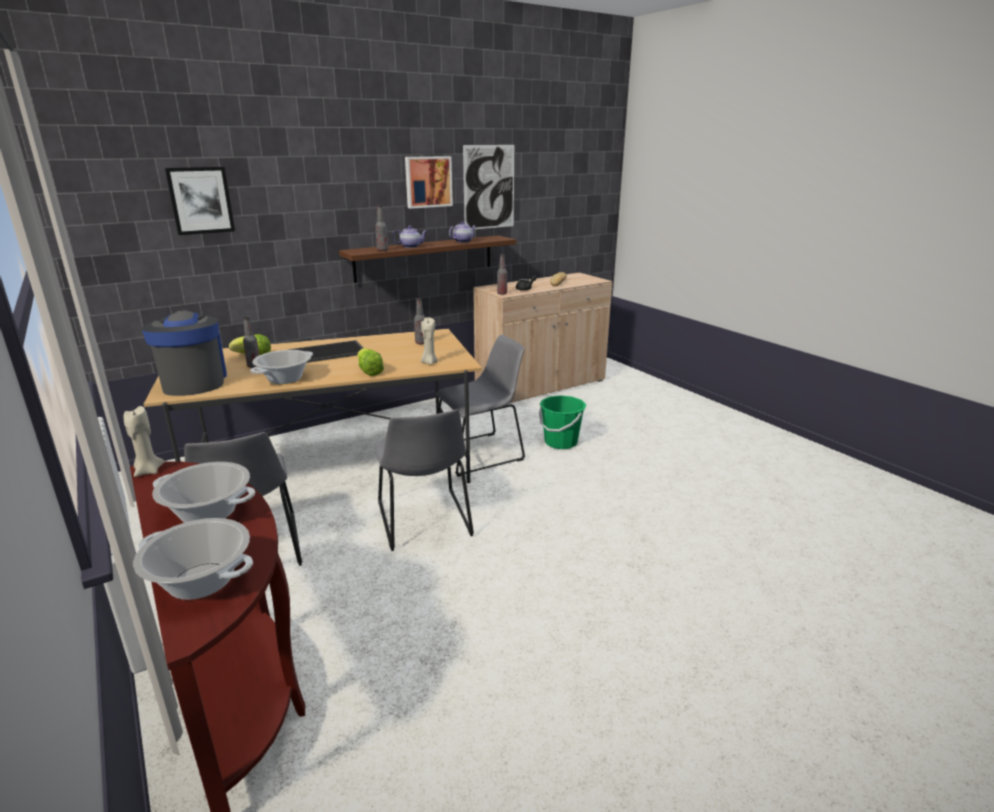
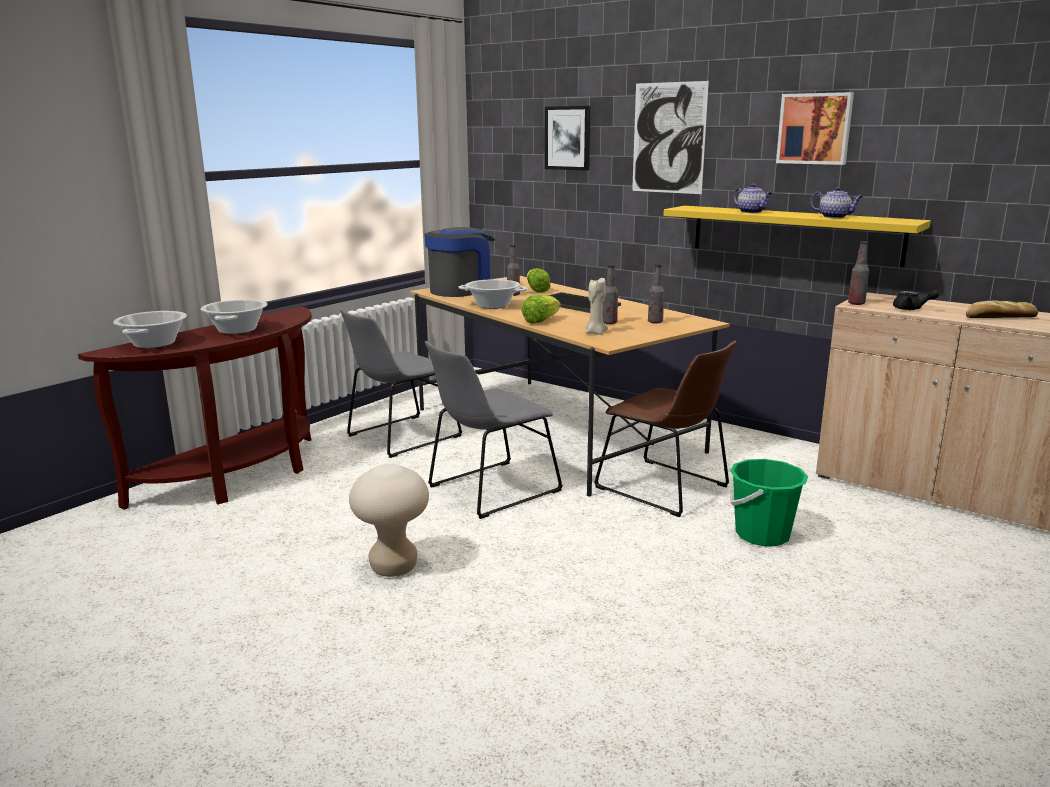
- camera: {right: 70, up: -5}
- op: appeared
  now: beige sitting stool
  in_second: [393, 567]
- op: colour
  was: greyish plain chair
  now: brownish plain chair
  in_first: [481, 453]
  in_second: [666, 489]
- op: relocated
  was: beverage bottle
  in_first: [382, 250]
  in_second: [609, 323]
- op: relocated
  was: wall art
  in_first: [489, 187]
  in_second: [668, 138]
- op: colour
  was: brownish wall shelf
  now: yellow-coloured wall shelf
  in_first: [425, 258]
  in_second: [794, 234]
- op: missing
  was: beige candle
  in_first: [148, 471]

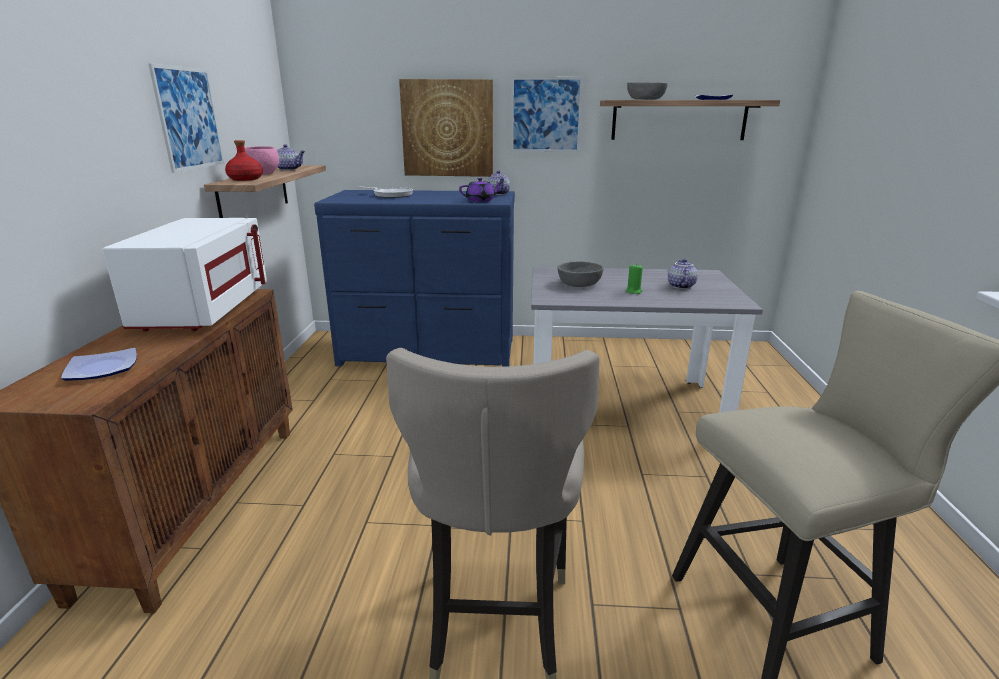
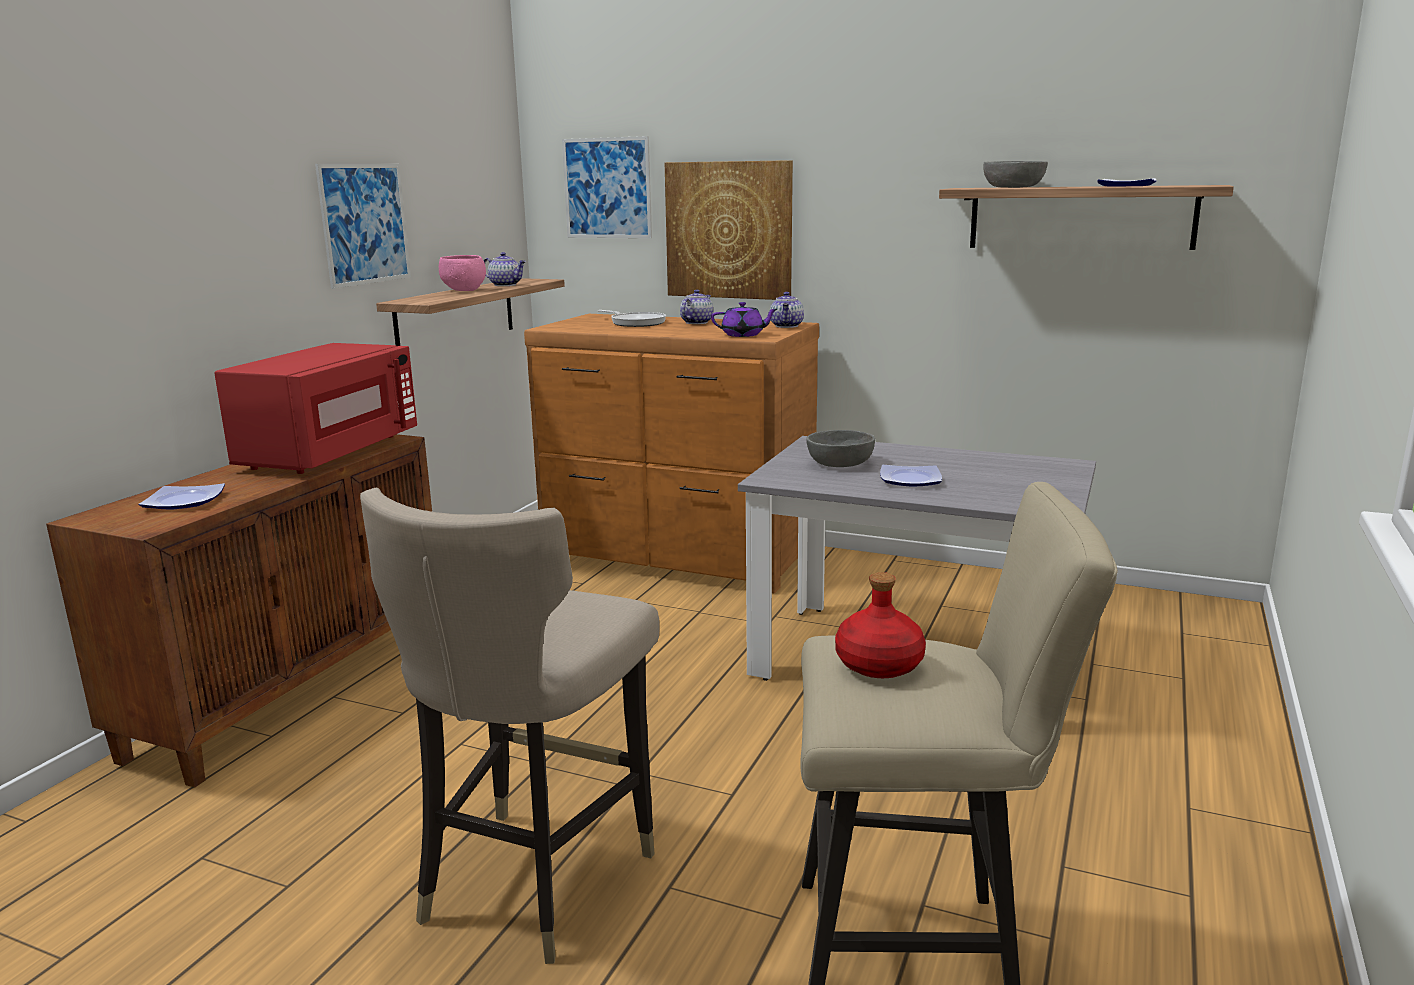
- camera: {right: 20, up: -5}
- op: colour
  was: white kitchen microwave
  now: red-coloured kitchen microwave
  in_first: [204, 310]
  in_second: [329, 453]
- op: colour
  was: blue drawer chest
  now: brownish drawer chest
  in_first: [428, 352]
  in_second: [677, 556]
- op: relocated
  was: wall art
  in_first: [546, 115]
  in_second: [607, 188]
- op: relocated
  was: tea pot
  in_first: [680, 286]
  in_second: [696, 322]
- op: relocated
  was: red-coloured beverage bottle
  in_first: [246, 179]
  in_second: [880, 664]
- op: exchanged
  was: green-coloured candle
  now: dinner plate
  in_first: [634, 291]
  in_second: [909, 479]

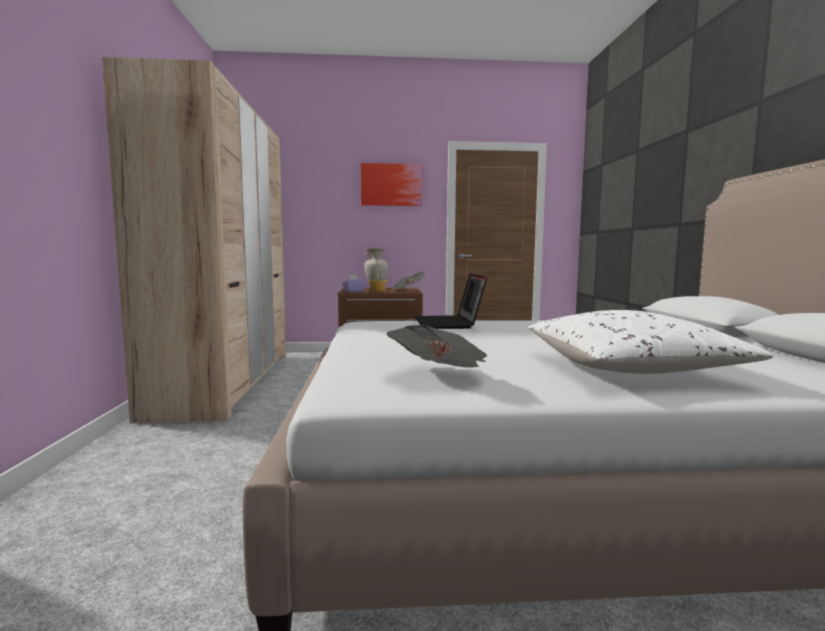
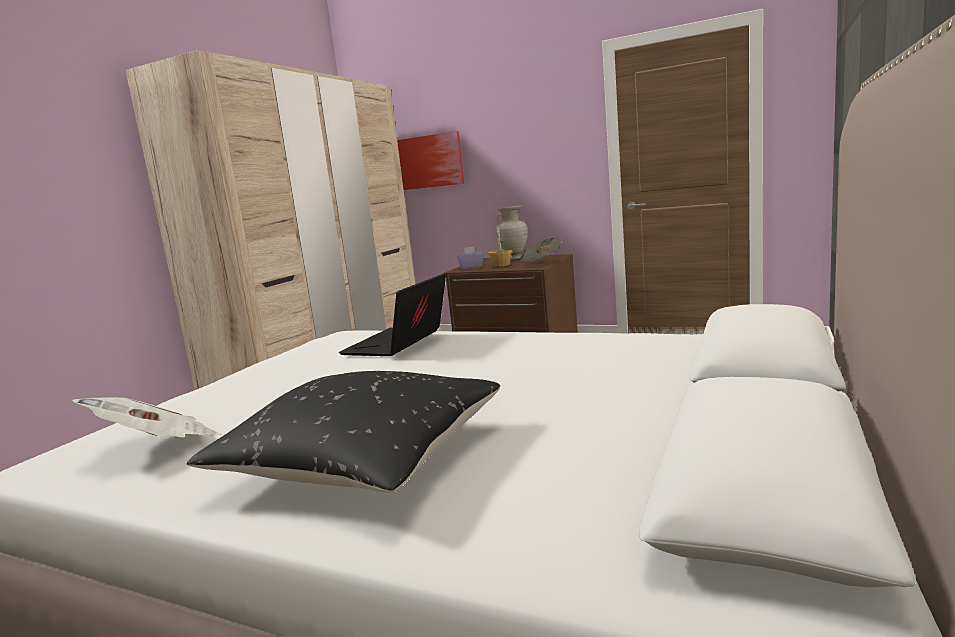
- camera: {right: 30, up: 5}
- op: colour
  was: white cushion
  now: black-coloured cushion
  in_first: [629, 368]
  in_second: [365, 459]
- op: relocated
  was: wall art
  in_first: [391, 185]
  in_second: [428, 161]

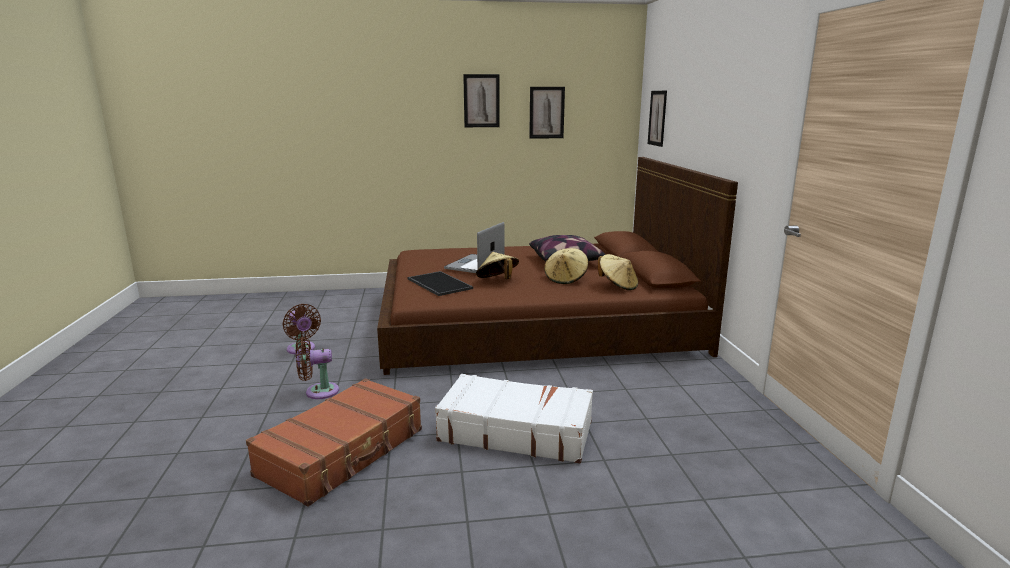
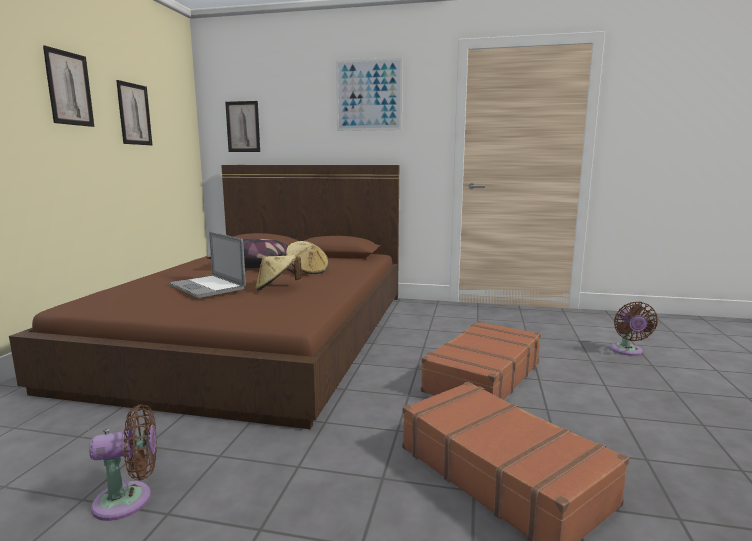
- camera: {right: -70, up: -5}
- op: appeared
  now: wall art
  in_second: [369, 95]
- op: colour
  was: white piece of luggage
  now: brownish piece of luggage
  in_first: [515, 431]
  in_second: [482, 377]
- op: relocated
  was: brownish cooling fan
  in_first: [318, 392]
  in_second: [627, 351]
- op: missing
  was: serving tray
  in_first: [438, 284]
- op: missing
  was: beige hat
  in_first: [617, 286]

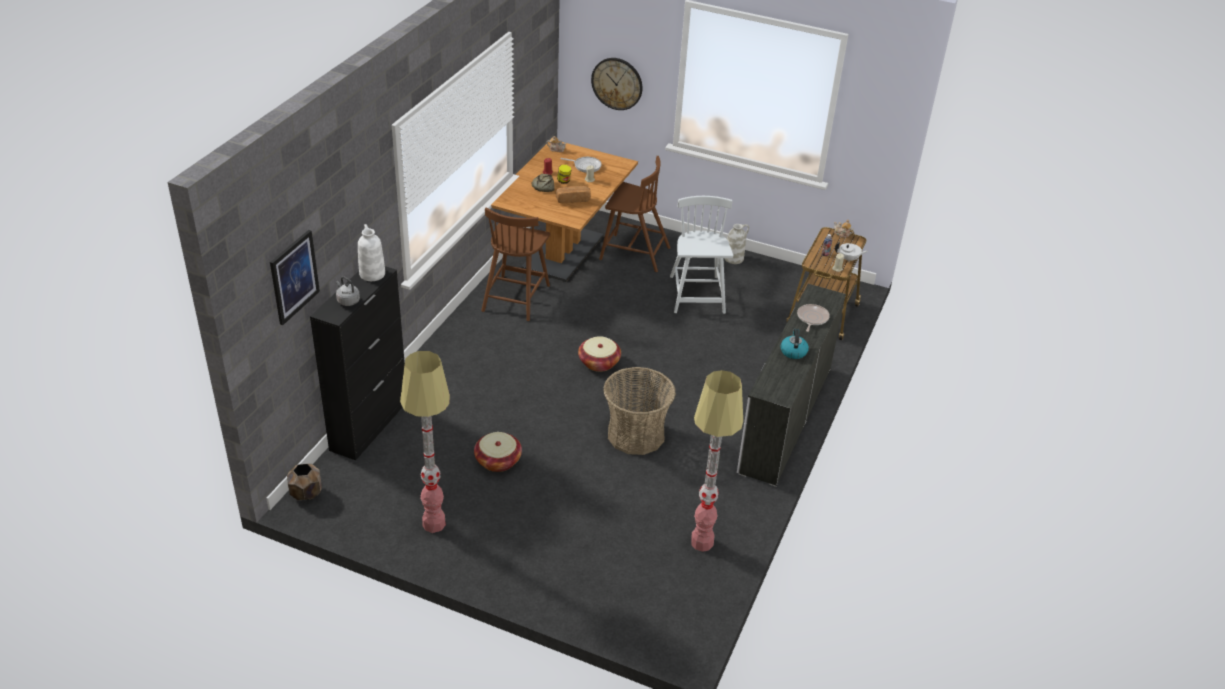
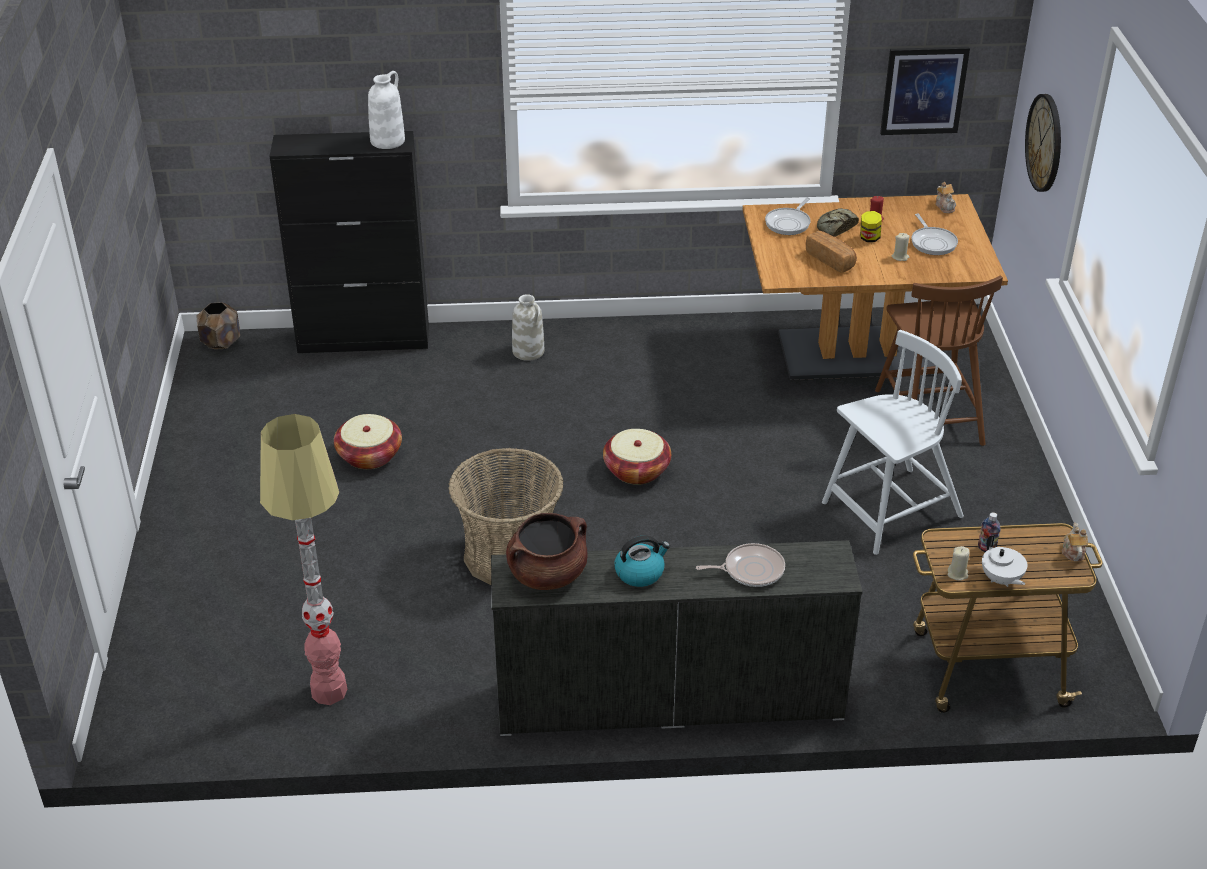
- camera: {right: 65, up: 0}
- op: appeared
  now: brownish stockpot
  in_second: [547, 574]
- op: relocated
  was: white vase
  in_first: [734, 258]
  in_second: [529, 351]
- op: appeared
  now: skillet
  in_second: [789, 223]
- op: relocated
  was: wall art
  in_first: [294, 277]
  in_second: [923, 90]
- op: missing
  was: greyish water kettle
  in_first: [347, 301]
- op: missing
  was: floor lamp
  in_first: [434, 524]
- op: missing
  was: brownish plain chair
  in_first: [516, 297]

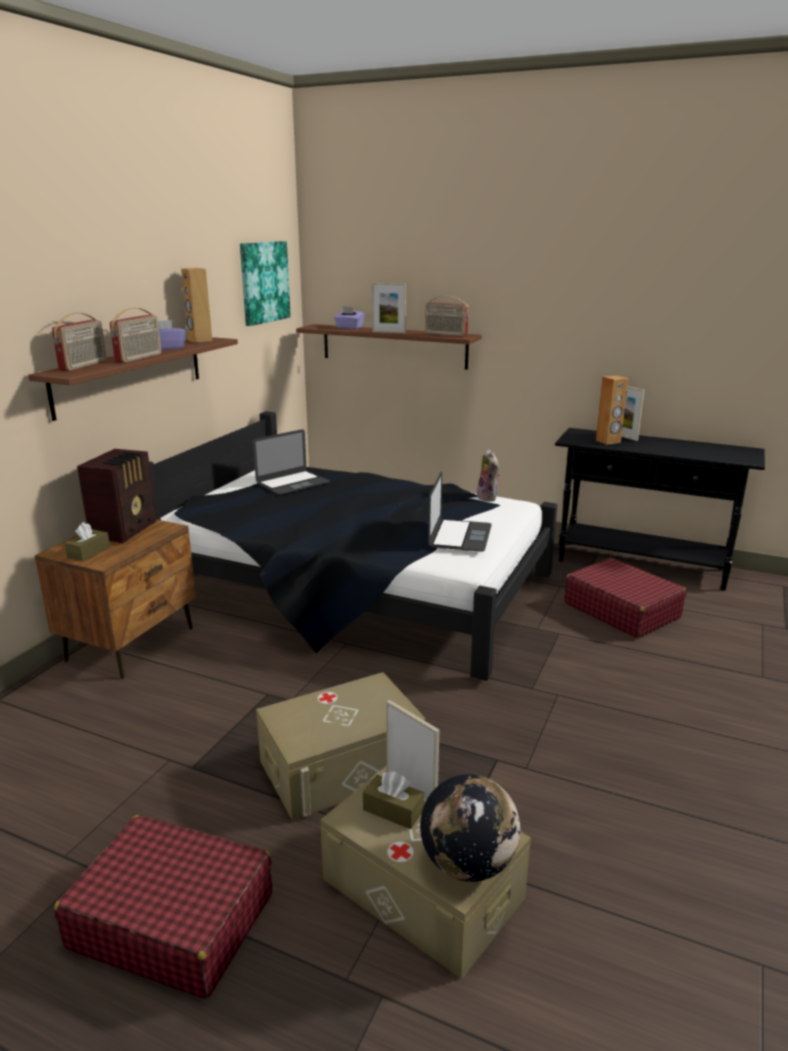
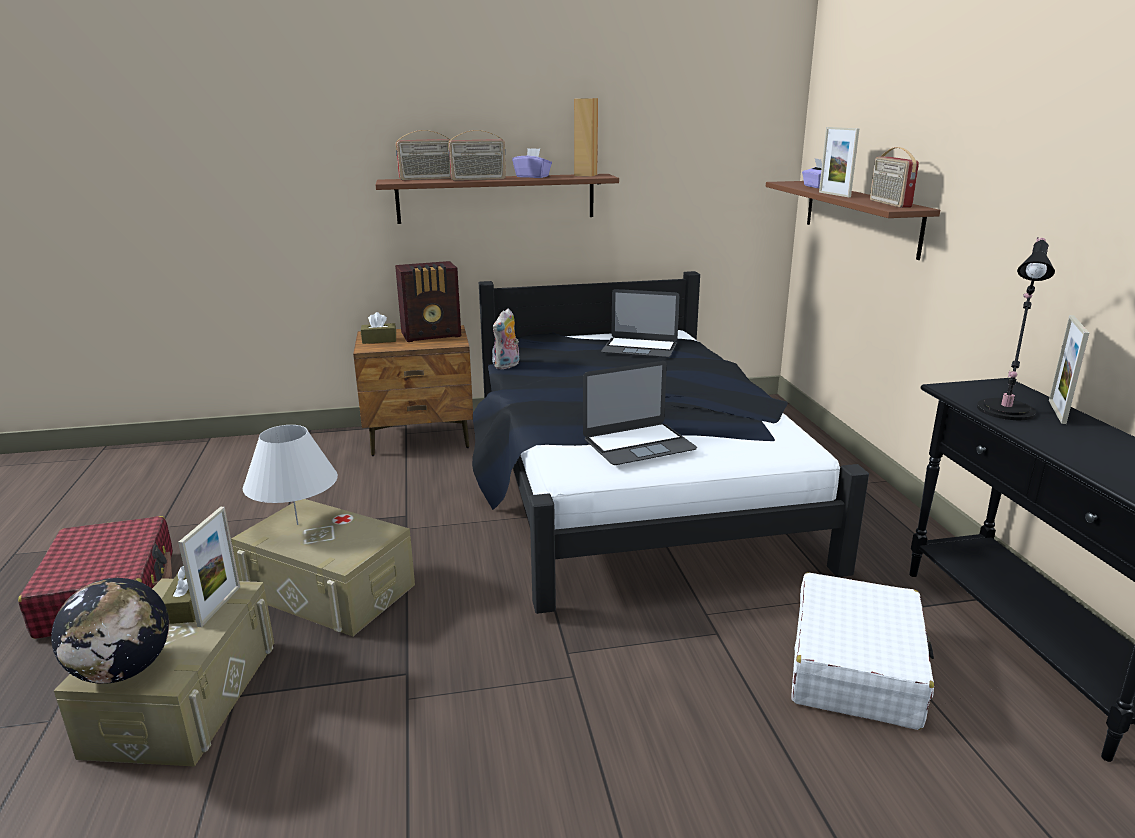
- camera: {right: 55, up: 0}
- op: appeared
  now: white lamp for a table
  in_second: [297, 524]
- op: relocated
  was: plush toy
  in_first: [489, 497]
  in_second: [507, 366]
- op: colour
  was: red-coloured piece of luggage
  now: white piece of luggage
  in_first: [621, 610]
  in_second: [855, 667]
- op: exchanged
  was: brownish loudspeaker
  now: black-coloured lamp for a table
  in_first: [608, 441]
  in_second: [1006, 408]
- op: missing
  was: wall art
  in_first: [264, 282]

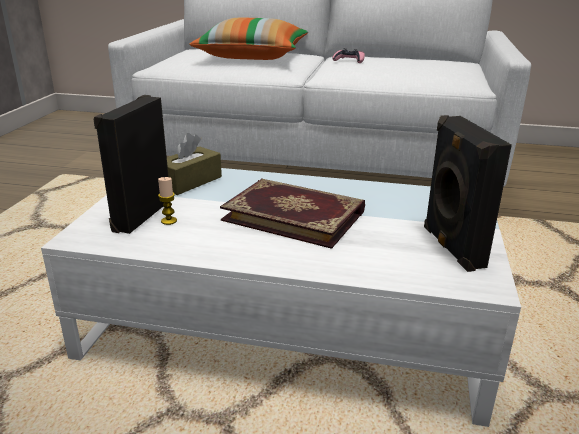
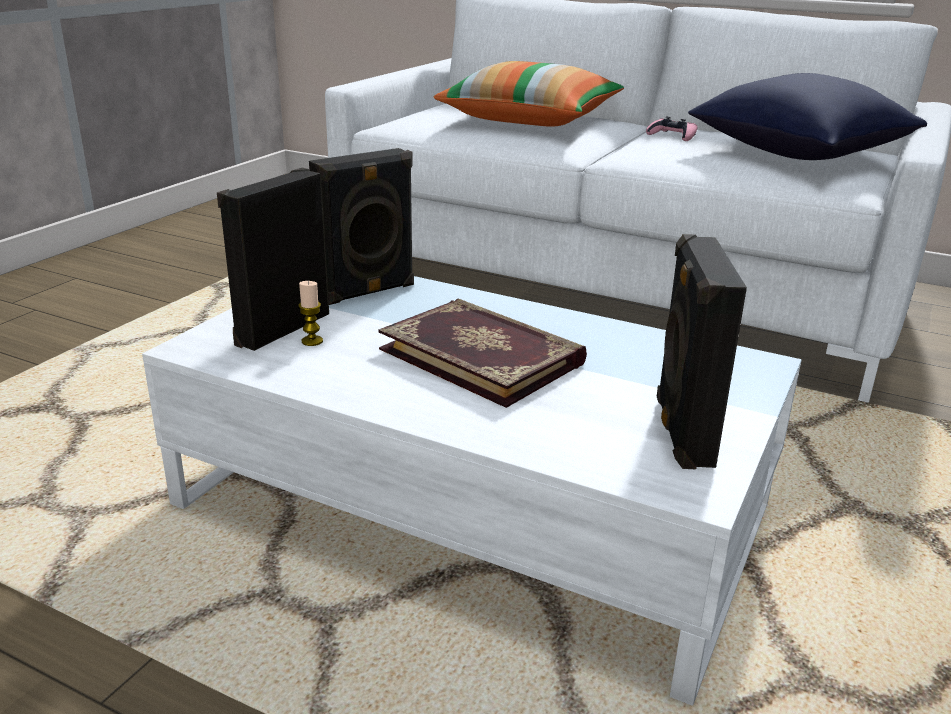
- camera: {right: 15, up: 0}
- op: exchanged
  was: brownish box of tissues
  now: black-coloured loudspeaker
  in_first: [189, 181]
  in_second: [368, 292]
- op: appeared
  now: blue cushion
  in_second: [798, 154]

